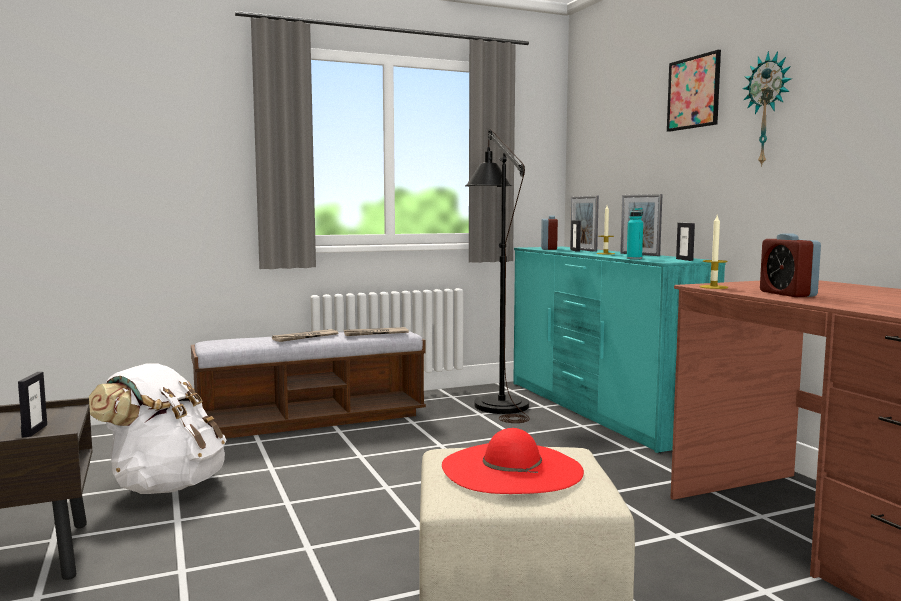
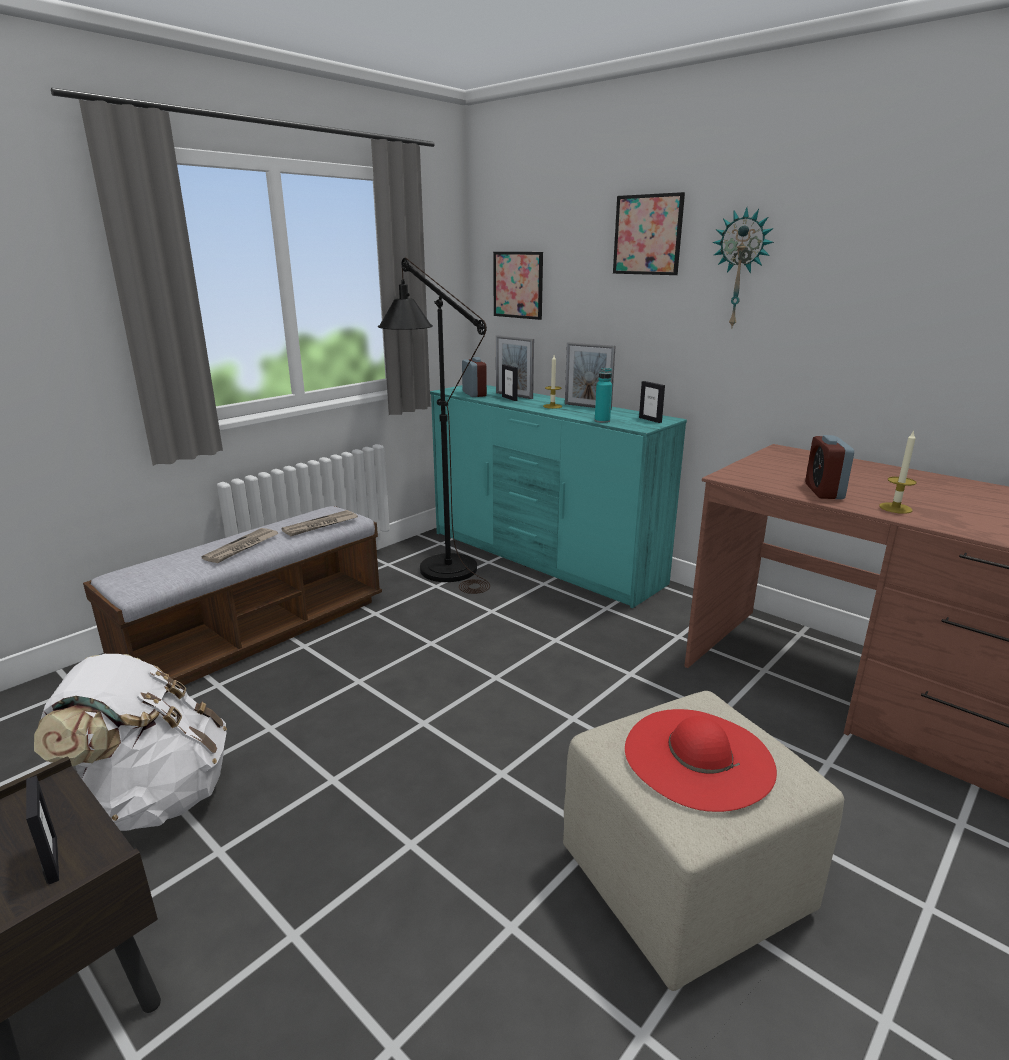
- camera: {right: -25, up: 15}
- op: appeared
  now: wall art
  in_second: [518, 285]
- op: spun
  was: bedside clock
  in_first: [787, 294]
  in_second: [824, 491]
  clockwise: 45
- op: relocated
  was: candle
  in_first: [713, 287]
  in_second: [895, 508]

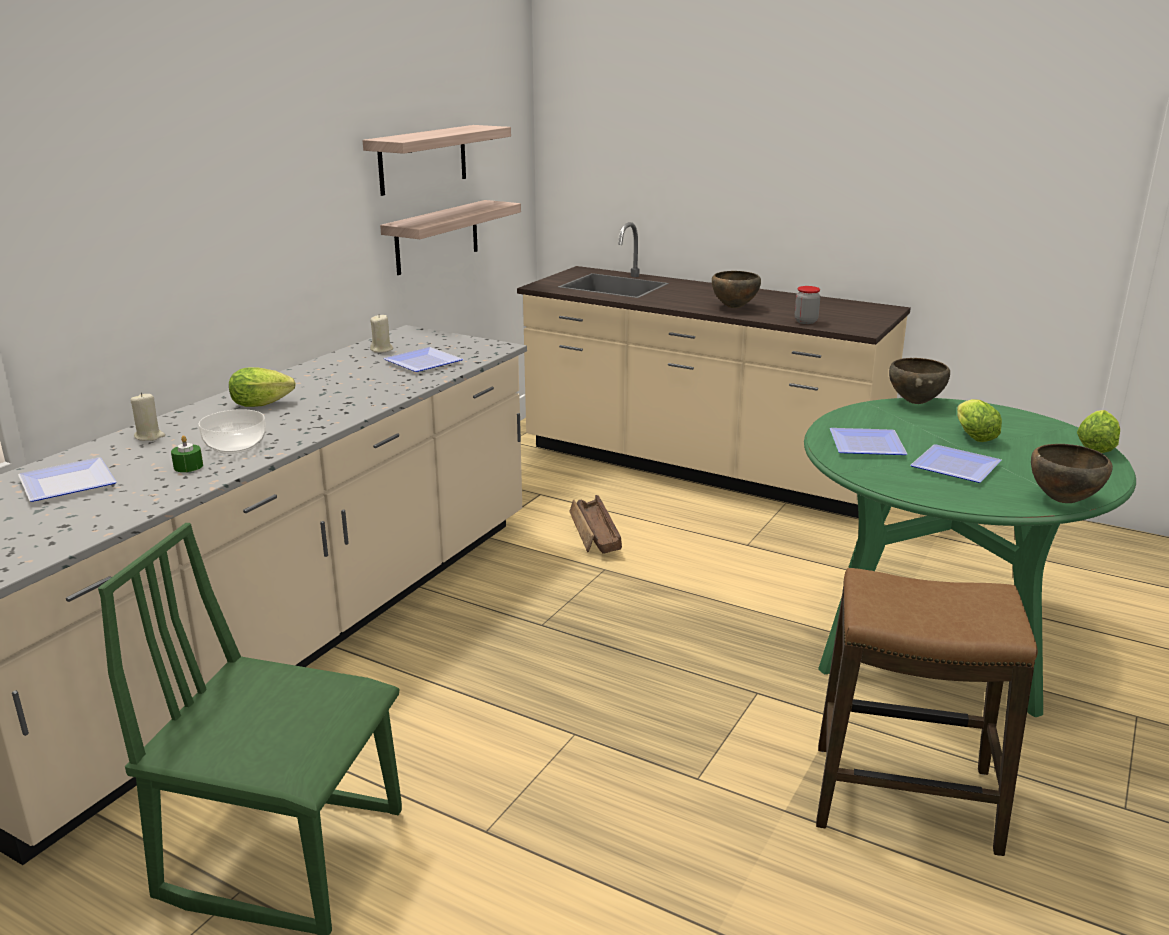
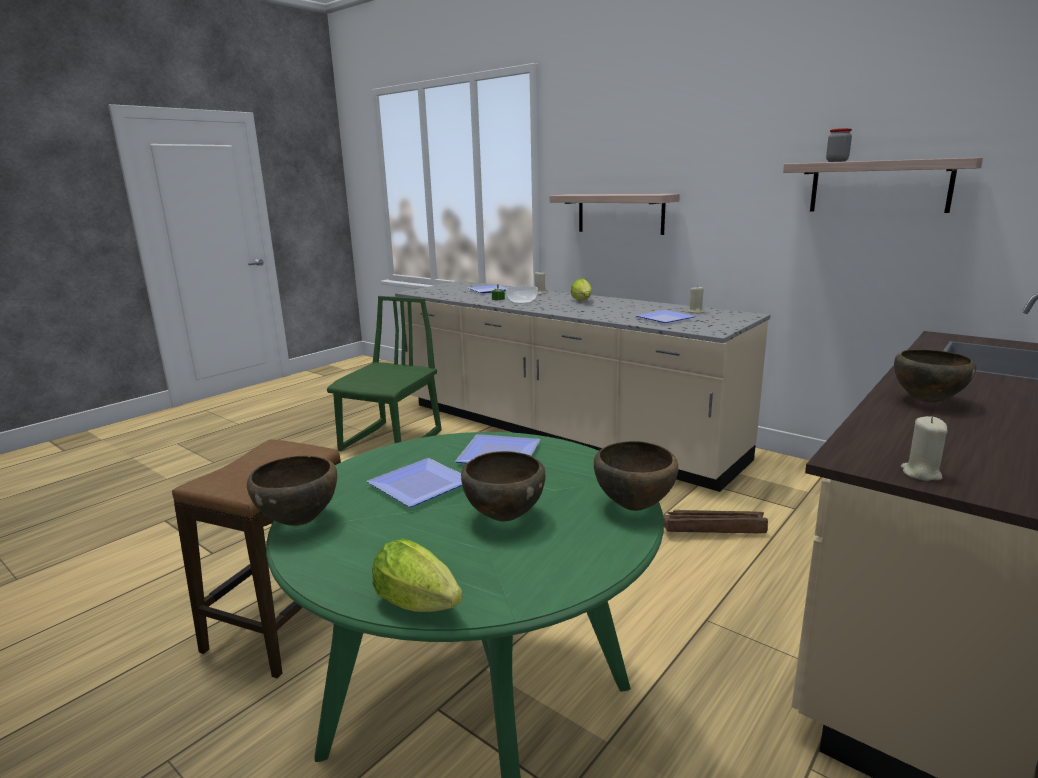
- camera: {right: 100, up: -5}
- op: exchanged
  was: lettuce head
  now: brownish bowl
  in_first: [972, 436]
  in_second: [504, 517]
- op: relocated
  was: wall shelf
  in_first: [437, 237]
  in_second: [620, 213]
- op: relocated
  was: storage jar
  in_first: [806, 321]
  in_second: [837, 161]
- op: appeared
  now: beige candle
  in_second: [921, 473]

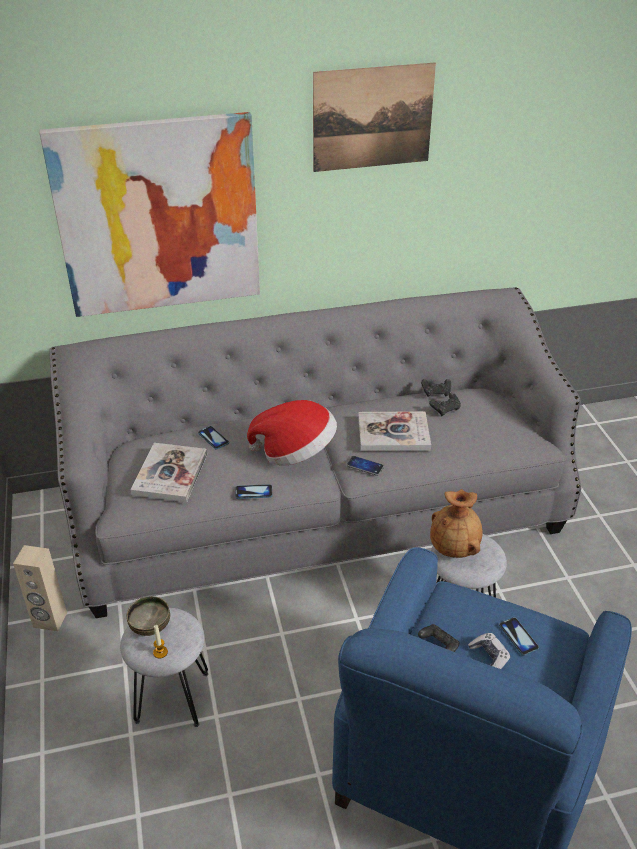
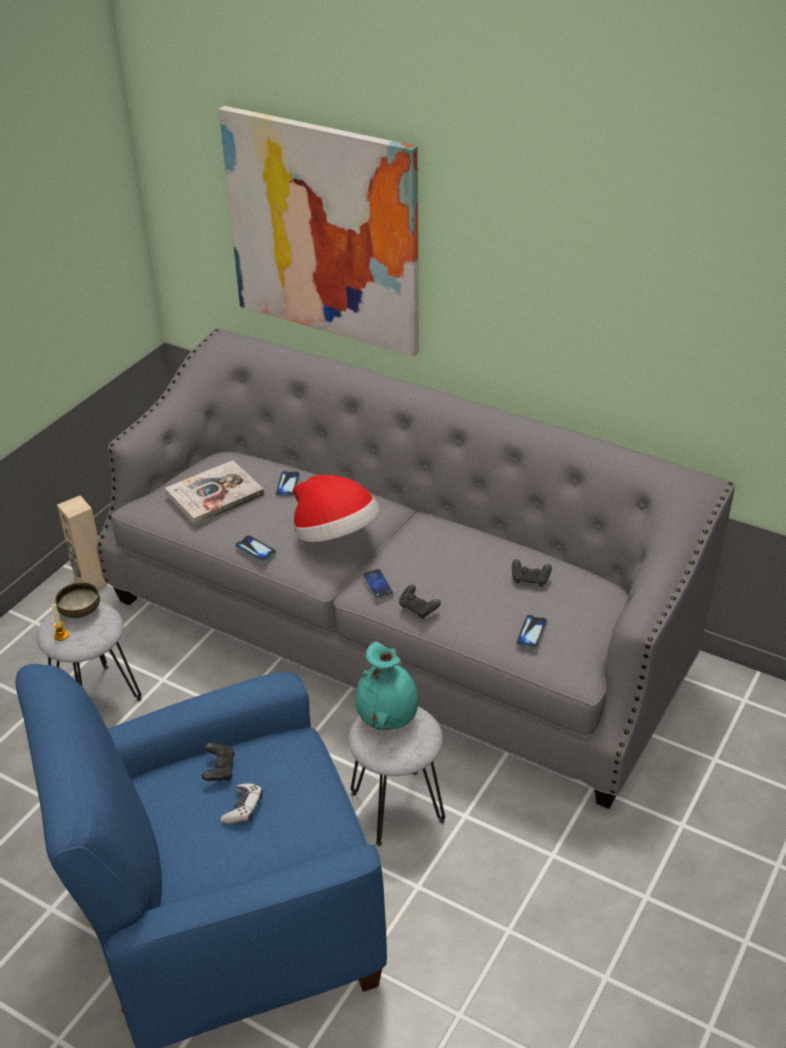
- camera: {right: 45, up: 0}
- op: colour
  was: brownish vase
  now: turquoise-coloured vase
  in_first: [454, 548]
  in_second: [388, 718]
- op: relocated
  was: black-coloured game controller
  in_first: [436, 392]
  in_second: [418, 609]
- op: relocated
  was: handset
  in_first: [518, 637]
  in_second: [531, 632]
- op: missing
  was: wall art
  in_first: [372, 118]
- op: missing
  was: book
  in_first: [393, 433]

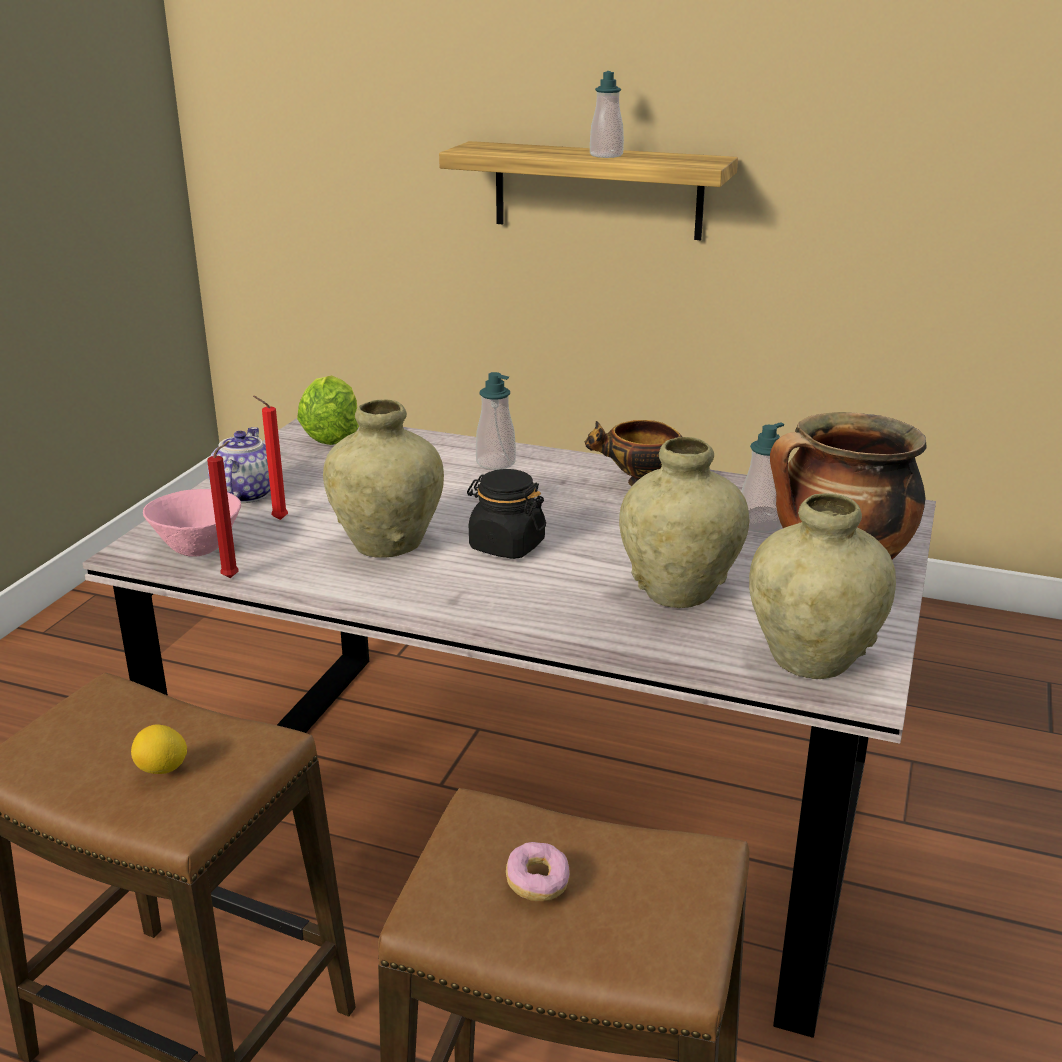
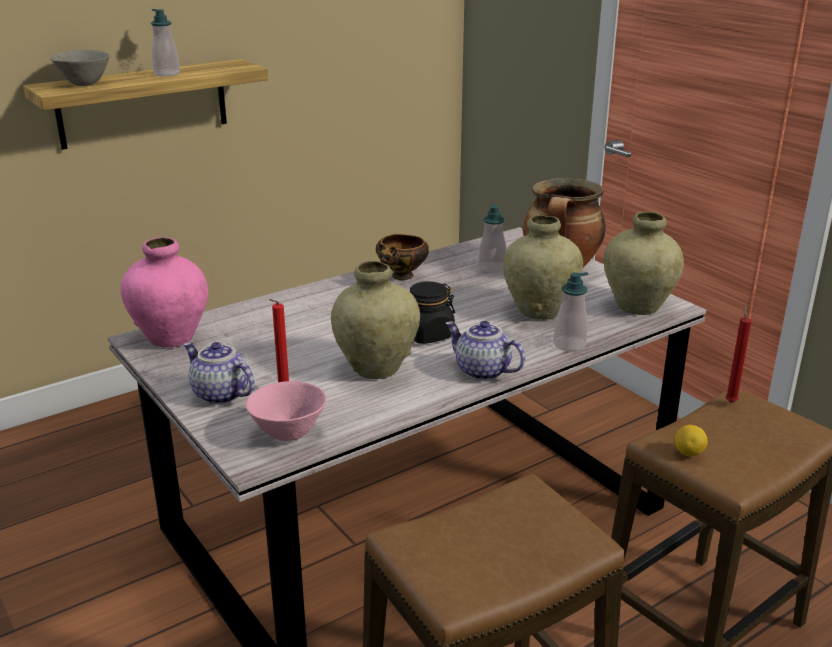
- camera: {right: -55, up: 0}
- op: appeared
  now: greyish bowl
  in_second: [85, 84]
- op: exchanged
  was: lettuce head
  now: pink-coloured vase
  in_first: [332, 435]
  in_second: [171, 338]
- op: appeared
  now: tea pot
  in_second: [481, 371]
- op: relocated
  was: soap dispenser
  in_first: [495, 463]
  in_second: [569, 345]
- op: relocated
  was: citrus fruit
  in_first: [162, 770]
  in_second: [689, 453]
- op: relocated
  was: red-coloured candle
  in_first: [233, 577]
  in_second: [730, 401]
- op: missing
  was: donut
  in_first: [537, 883]

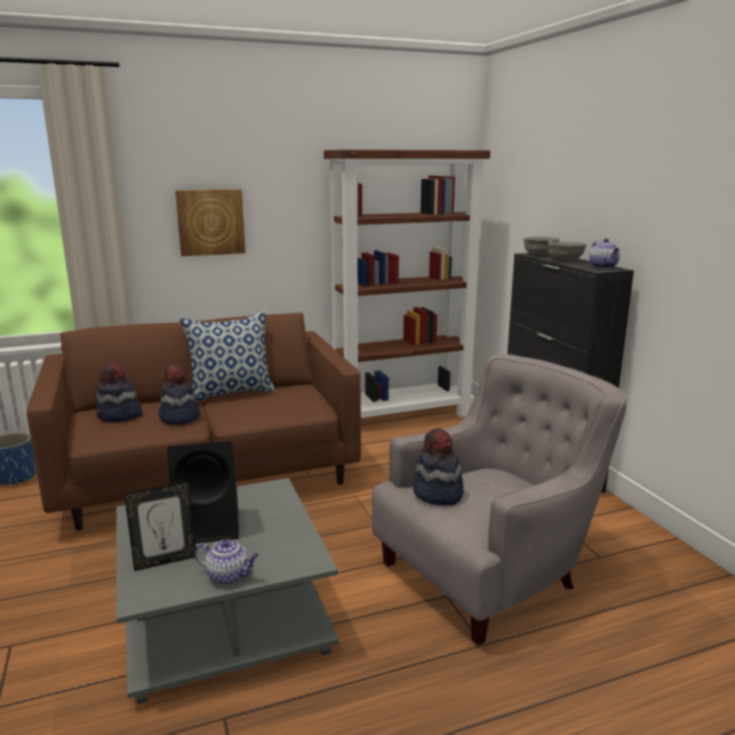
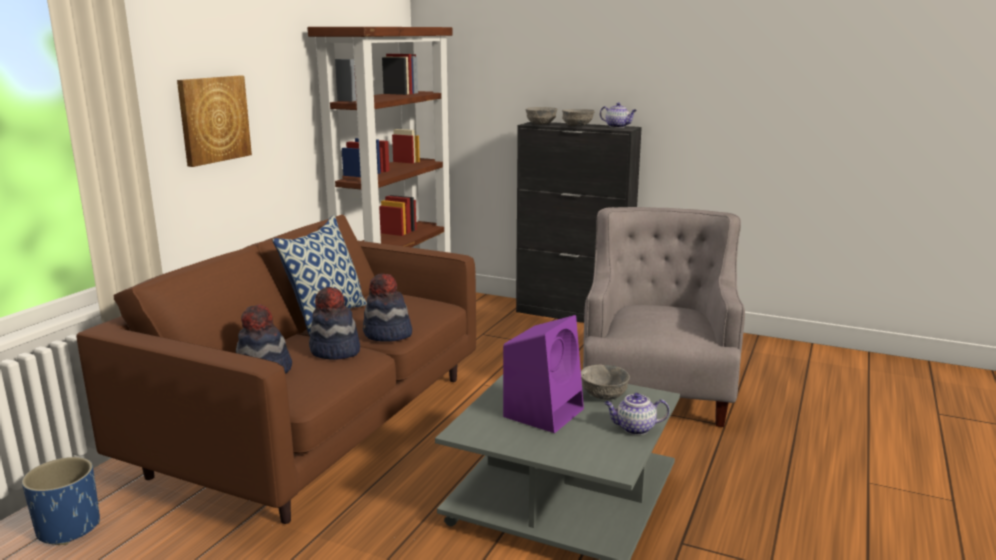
- camera: {right: -45, up: 0}
- op: relocated
  was: hat
  in_first: [437, 494]
  in_second: [387, 334]
- op: colour
  was: black-coloured loudspeaker
  now: purple-coloured loudspeaker
  in_first: [210, 525]
  in_second: [544, 412]
- op: appeared
  now: greyish bowl
  in_second: [603, 395]
- op: spun
  was: tea pot
  in_first: [229, 576]
  in_second: [634, 428]
  clockwise: -150
- op: missing
  was: picture frame
  in_first: [165, 561]

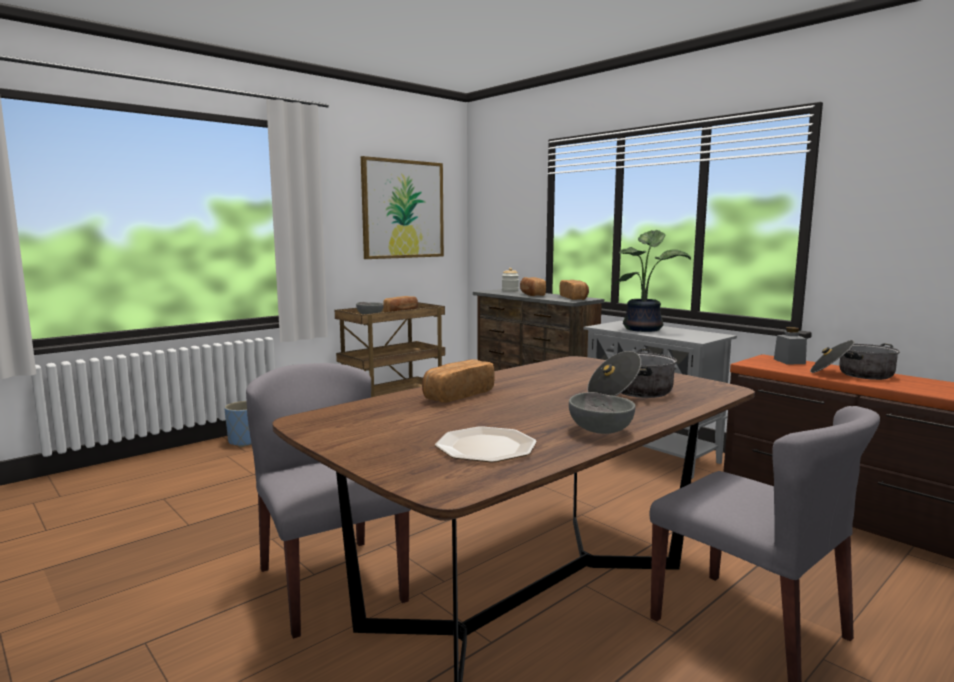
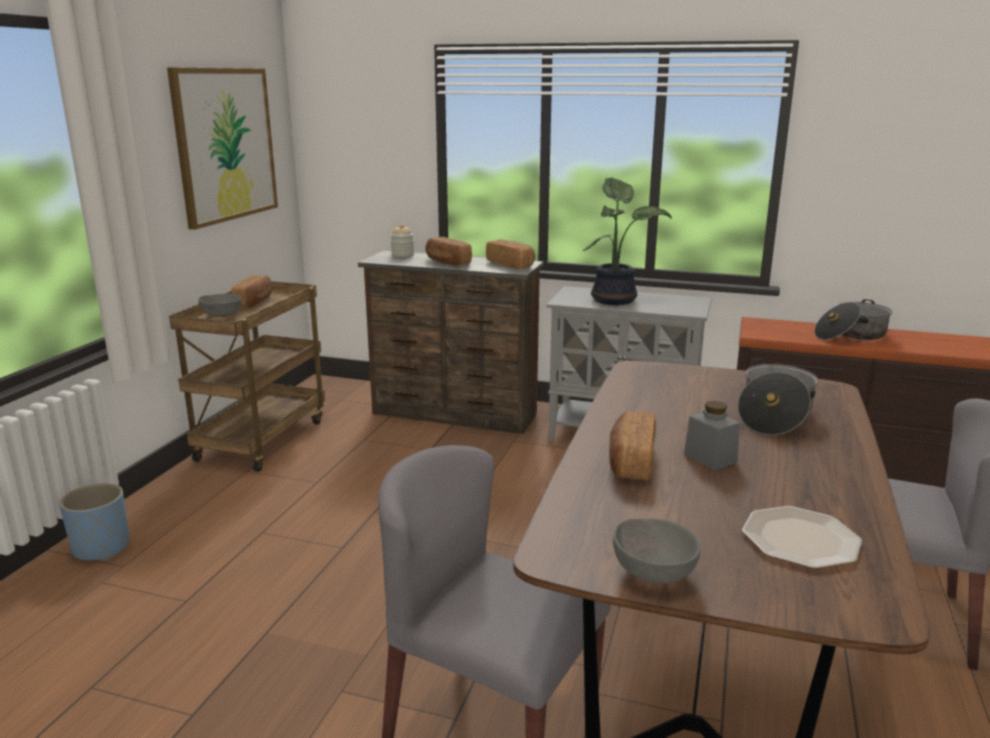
- camera: {right: -30, up: 10}
- op: relocated
  was: greyish bowl
  in_first: [601, 431]
  in_second: [653, 572]
- op: relocated
  was: greyish storage jar
  in_first: [789, 361]
  in_second: [710, 458]

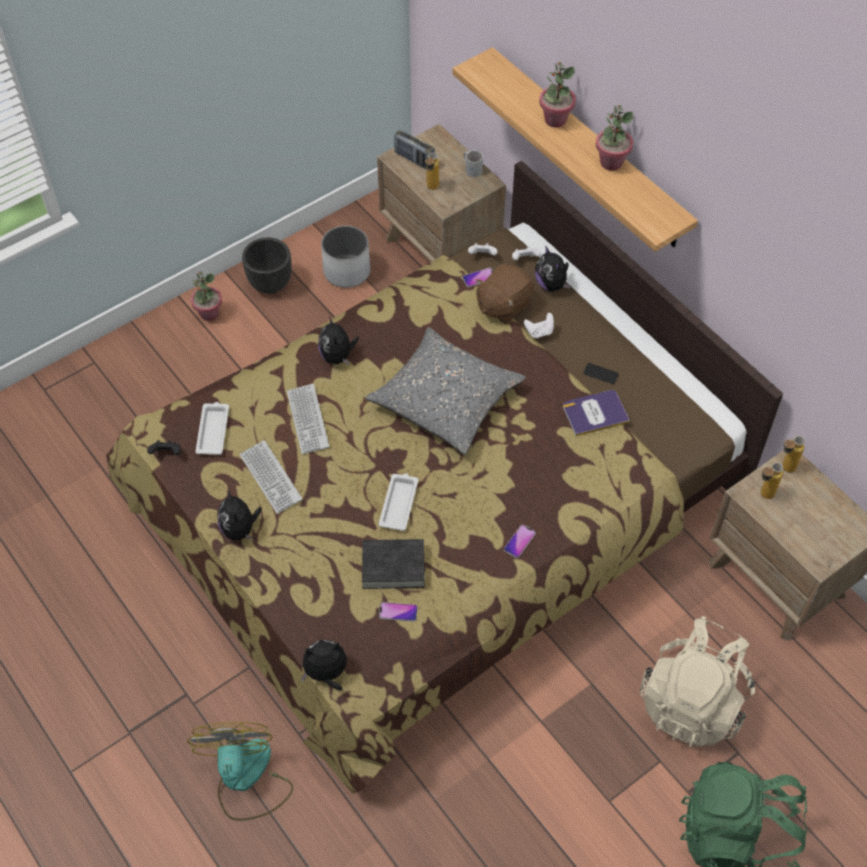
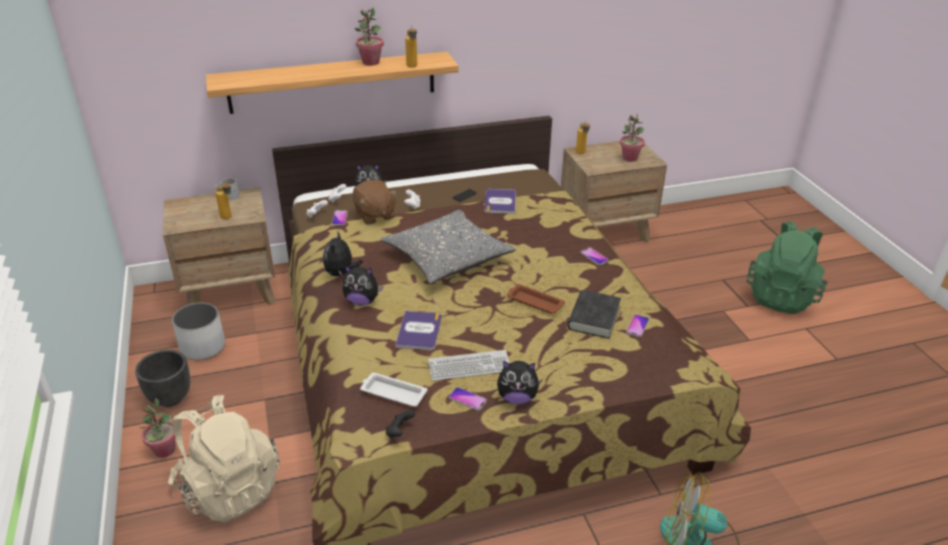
- camera: {right: -70, up: -20}
- op: relocated
  was: beige rucksack
  in_first: [693, 702]
  in_second: [229, 488]
- op: relocated
  was: plush toy
  in_first: [326, 674]
  in_second: [341, 273]
- op: exchanged
  was: keyboard
  now: book
  in_first: [308, 420]
  in_second: [419, 331]
- op: relocated
  was: beverage bottle
  in_first: [762, 496]
  in_second: [412, 67]
- op: appeared
  now: handset
  in_second: [467, 399]
- op: colour
  was: white serving tray
  now: brownish serving tray
  in_first: [399, 503]
  in_second: [534, 302]
- op: relocated
  was: houseplant
  in_first: [555, 120]
  in_second: [629, 158]
- op: missing
  was: radio
  in_first: [414, 160]

